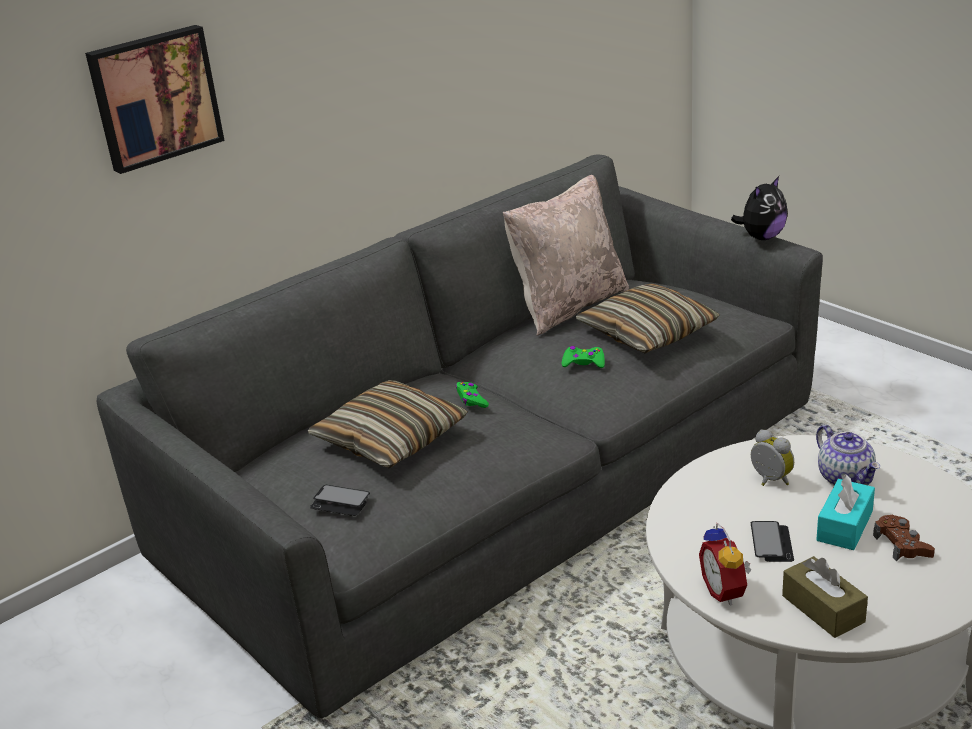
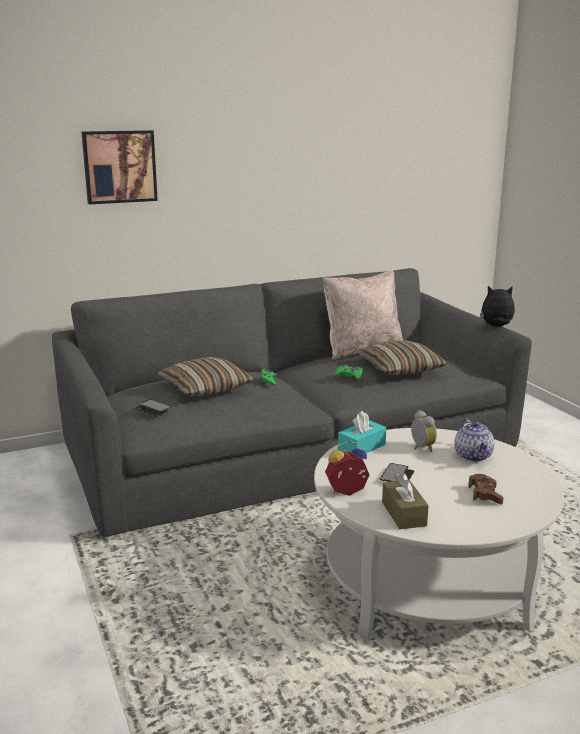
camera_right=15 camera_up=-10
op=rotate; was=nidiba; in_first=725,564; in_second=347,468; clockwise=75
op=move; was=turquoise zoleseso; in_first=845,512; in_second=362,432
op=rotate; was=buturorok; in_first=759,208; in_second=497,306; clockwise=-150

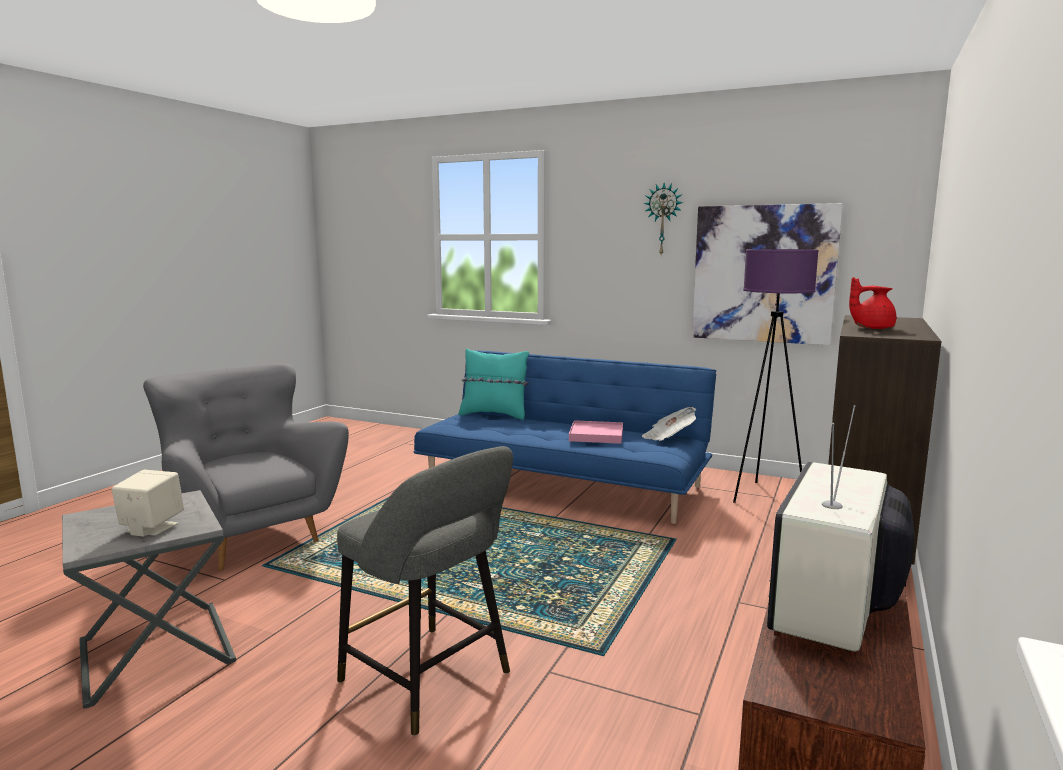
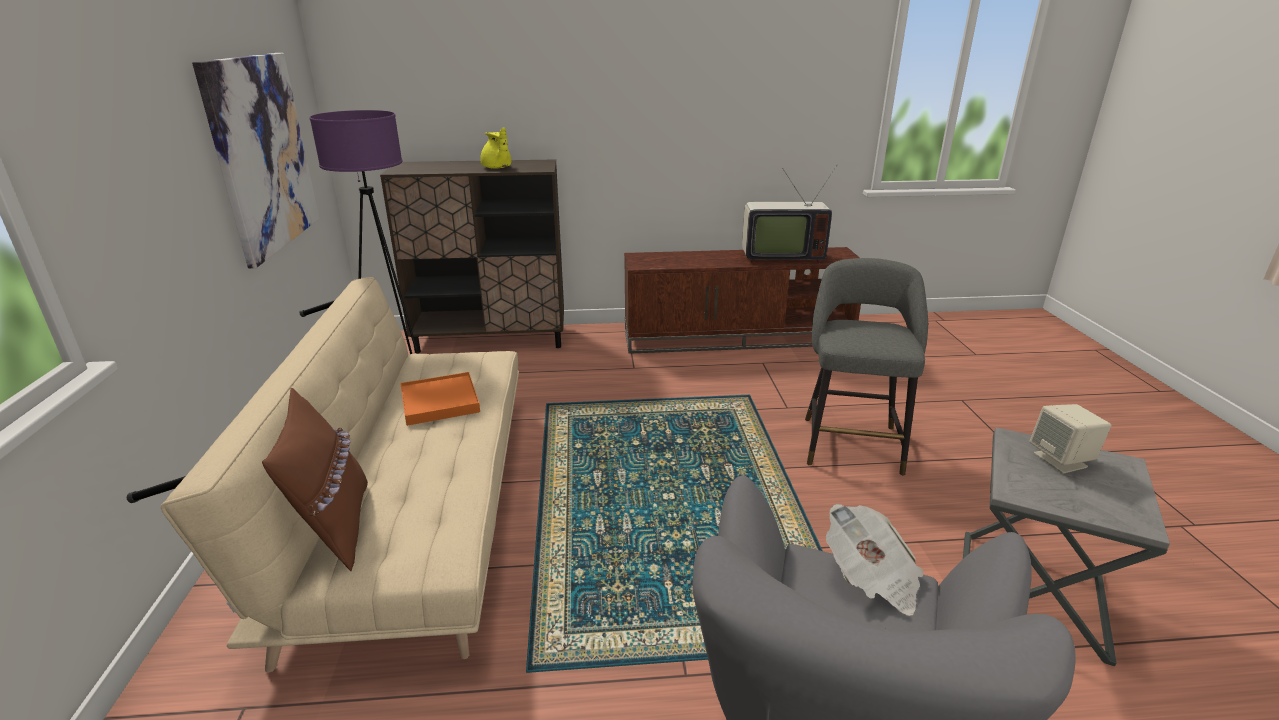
camera_right=-120 camera_up=15
op=recolor; was=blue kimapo; now=beige kimapo; in_first=565,437; in_second=323,475
op=recolor; was=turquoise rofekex; now=brown rofekex; in_first=493,384; in_second=315,479
op=recolor; was=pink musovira; now=orange musovira; in_first=596,432; in_second=440,399
op=recolor; was=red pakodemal; now=yellow pakodemal; in_first=872,303; in_second=495,148
op=move; was=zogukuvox; in_first=669,424; in_second=875,560
op=delete; was=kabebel; in_first=663,219

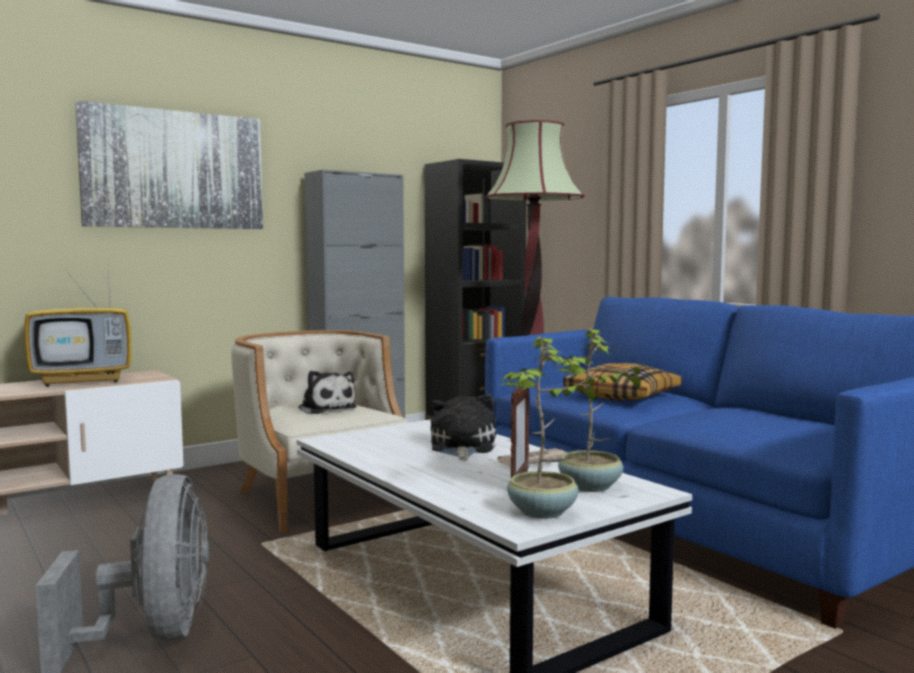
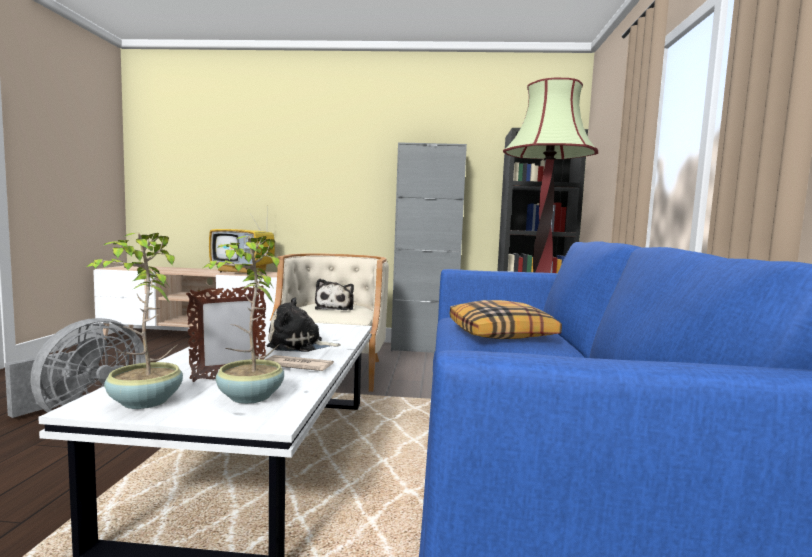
camera_right=40 camera_up=0
op=rotate; was=buturorok; in_first=463,427; in_second=304,325; clockwise=-135
op=delete; was=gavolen; in_first=169,165

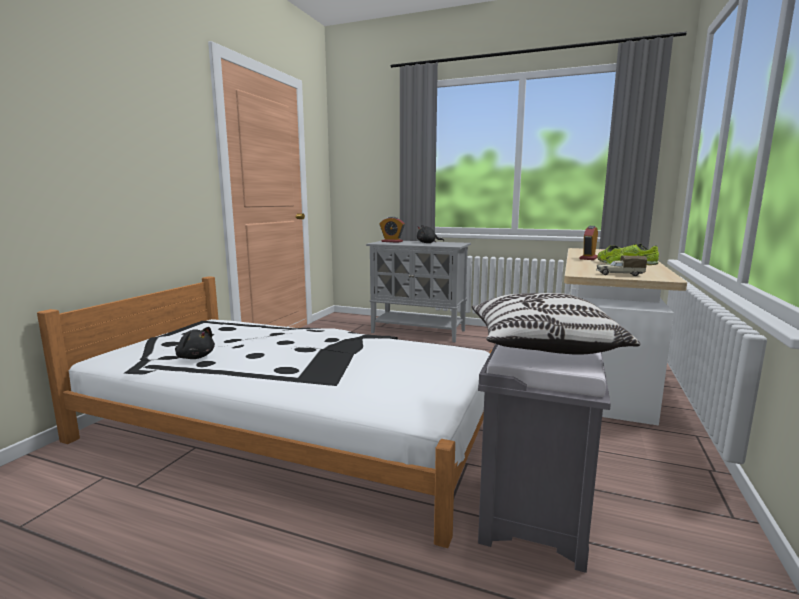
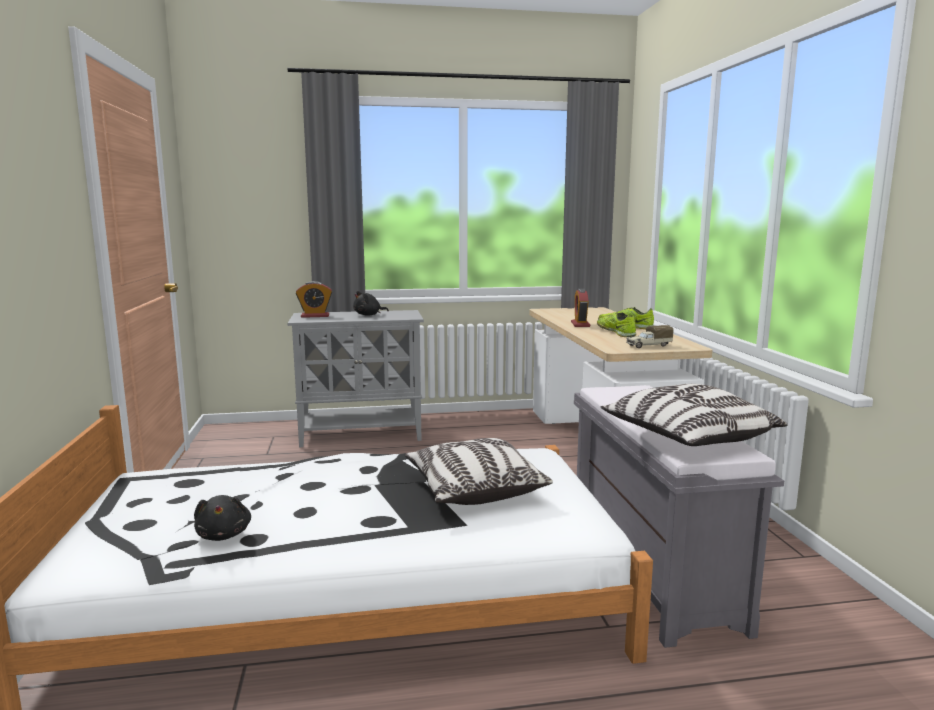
camera_right=-30 camera_up=0
op=rotate; was=black buturorok; in_first=195,343; in_second=222,518; clockwise=75
op=insert; now=rofekex; in_second=479,471

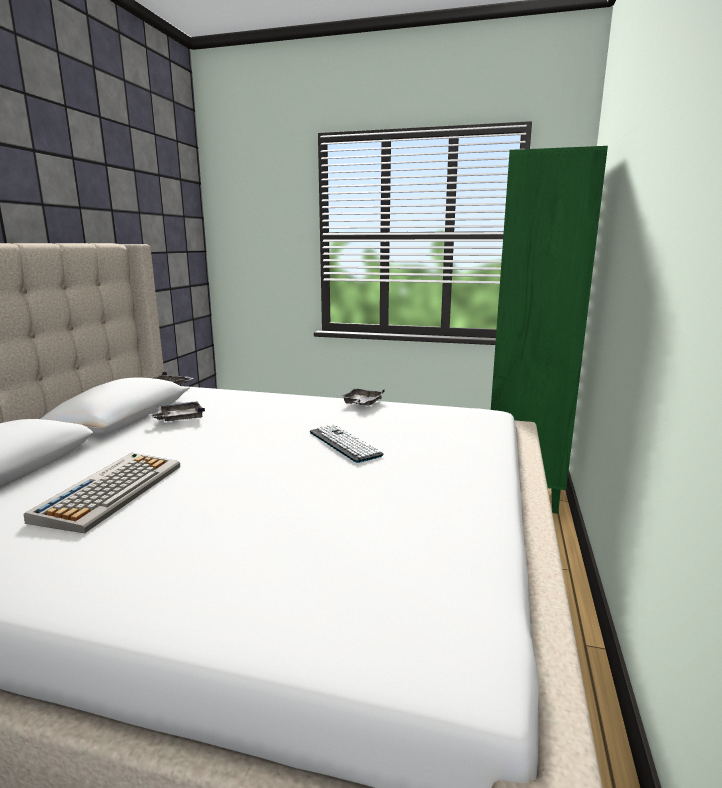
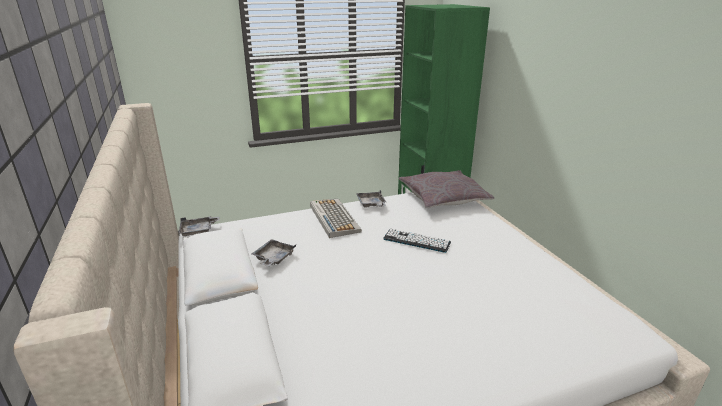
camera_right=-35 camera_up=10
op=move; was=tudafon; in_first=102,493; in_second=336,218
op=insert; now=grey rofekex; in_second=446,189

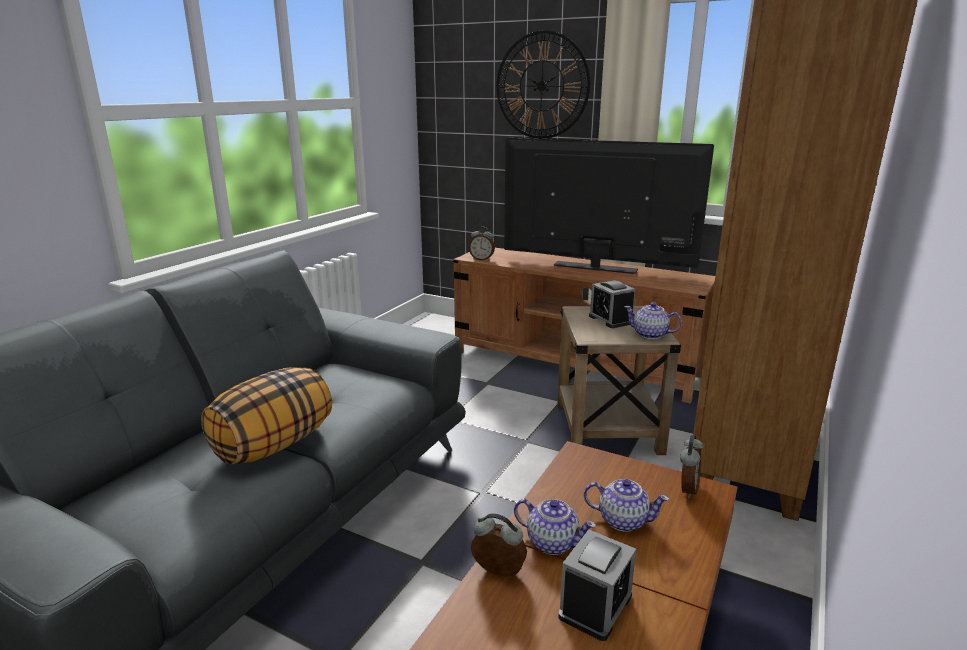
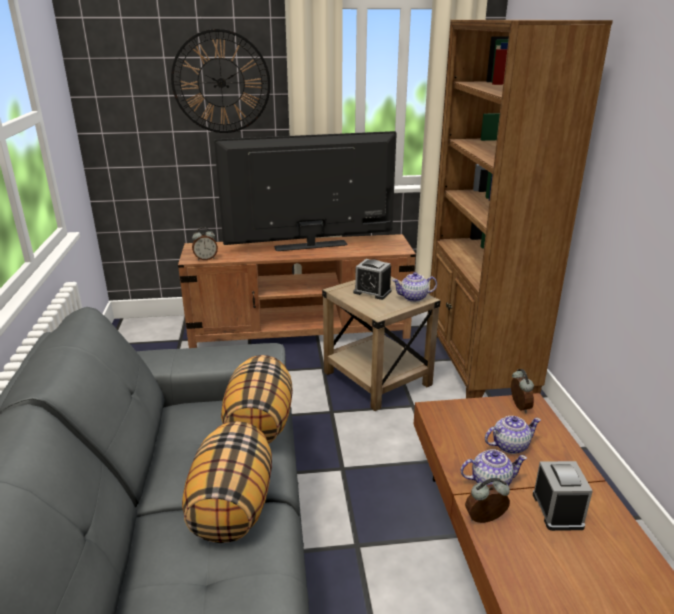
camera_right=-35 camera_up=5
op=insert; now=rofekex; in_second=257,399

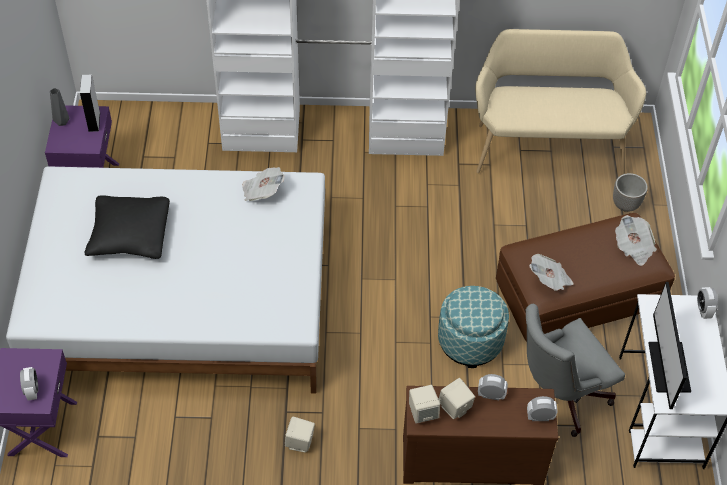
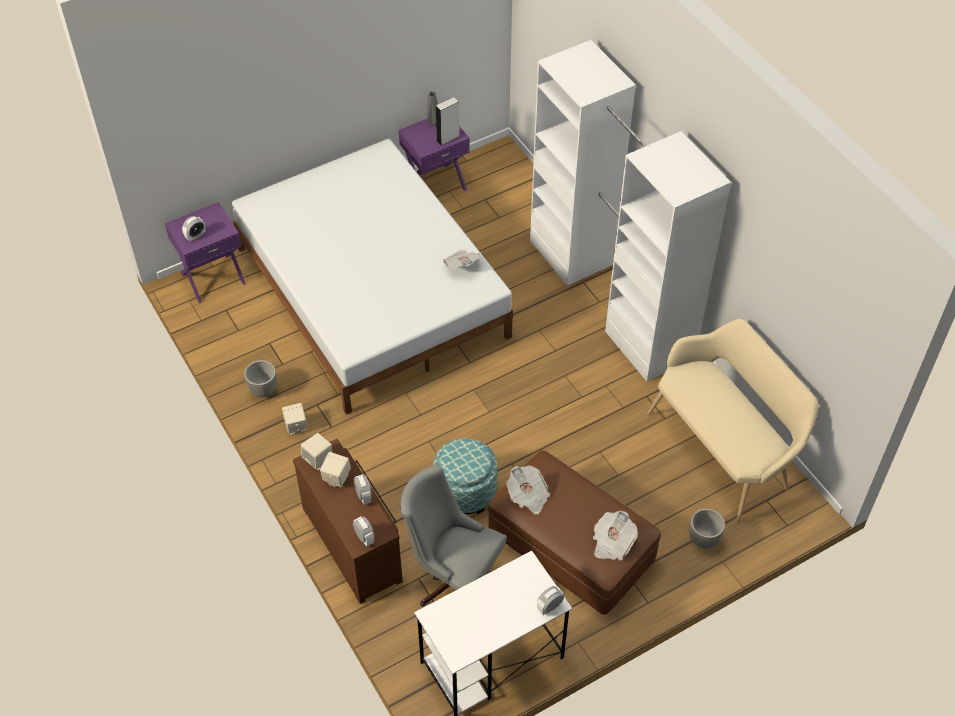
camera_right=60 camera_up=0
op=insert; now=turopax; in_second=260,378
op=delete; was=black rofekex; in_first=127,227
op=delete; was=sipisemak; in_first=669,345

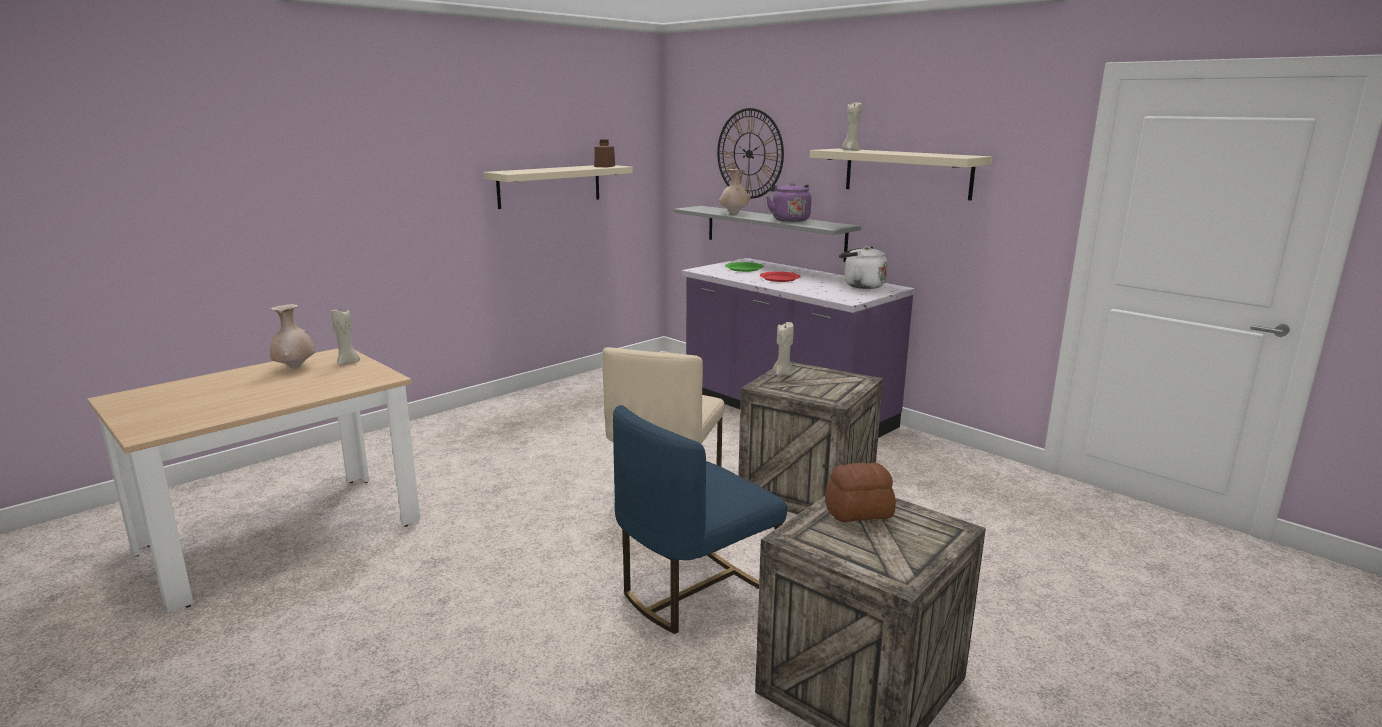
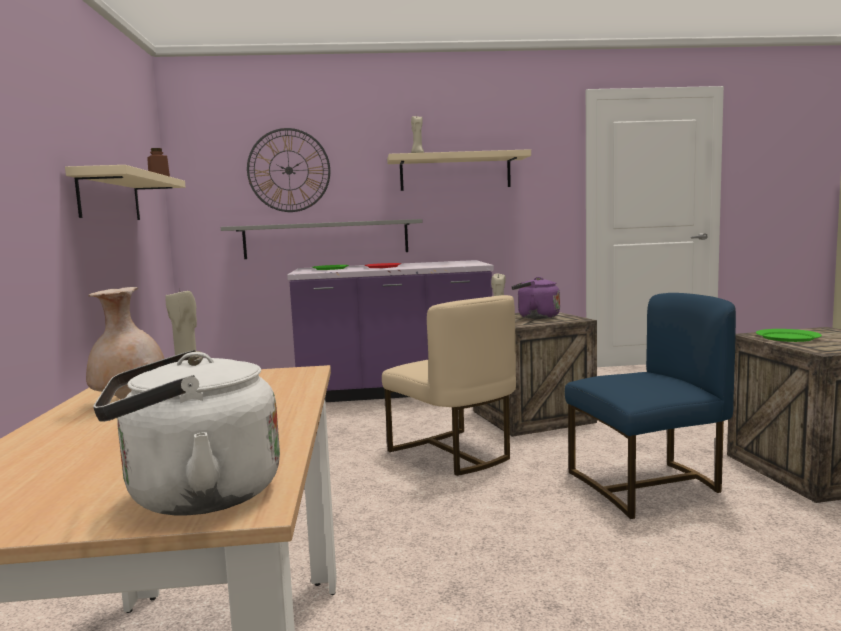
camera_right=-50 camera_up=-10
op=move; was=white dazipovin; in_first=863,267; in_second=186,433
op=move; was=purple dazipovin; in_first=788,202; in_second=536,298
op=rotate; was=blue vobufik; in_first=700,519; in_second=650,406; clockwise=-105
op=replace; was=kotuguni; now=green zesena; in_first=860,492; in_second=789,335
op=delete; was=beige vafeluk; in_first=735,191

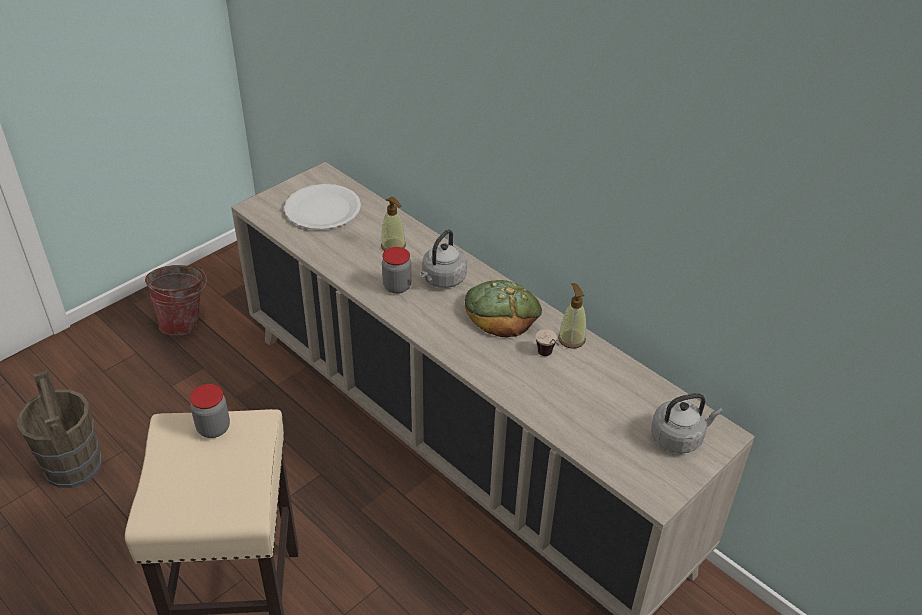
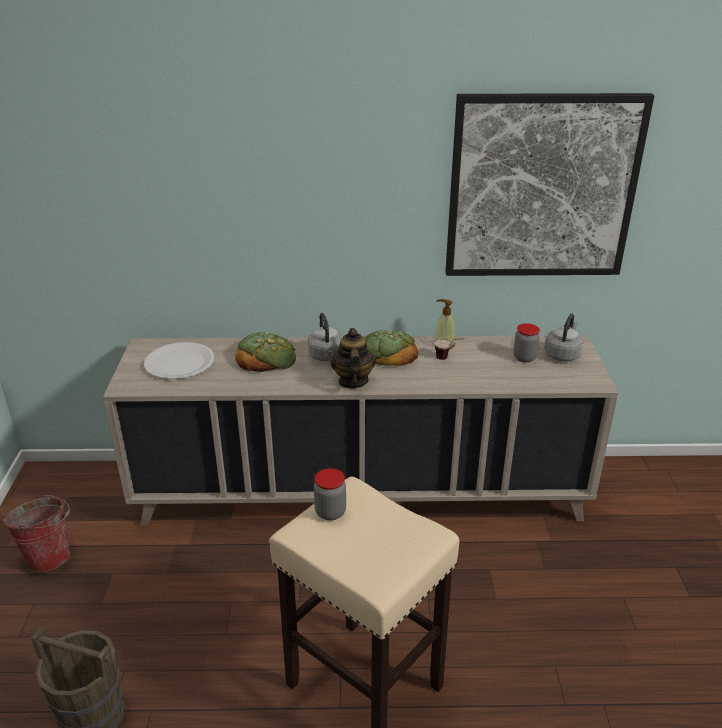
camera_right=-45 camera_up=-10
op=replace; was=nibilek; now=kotuguni; in_first=393,224; in_second=265,352
op=insert; now=pakodemal; in_second=353,358
op=insert; now=gavolen; in_second=549,184
op=move; was=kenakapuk; in_first=397,270; in_second=526,342

